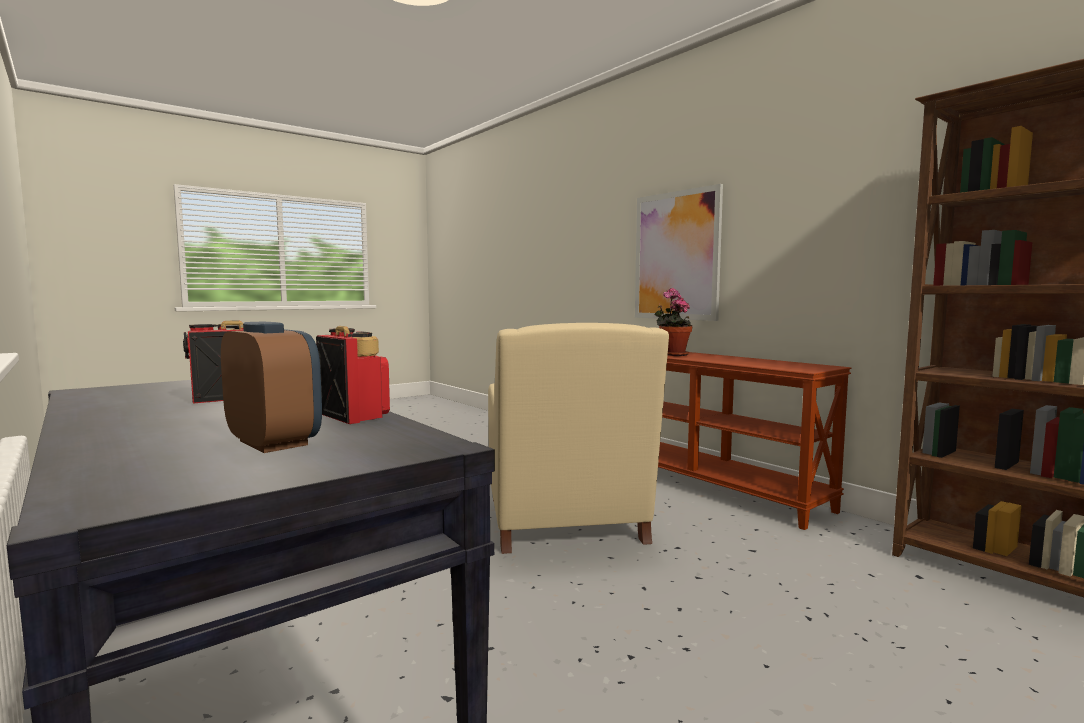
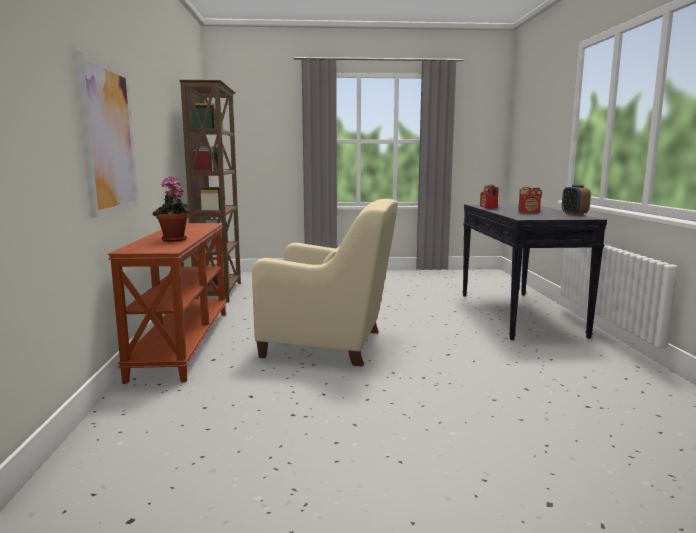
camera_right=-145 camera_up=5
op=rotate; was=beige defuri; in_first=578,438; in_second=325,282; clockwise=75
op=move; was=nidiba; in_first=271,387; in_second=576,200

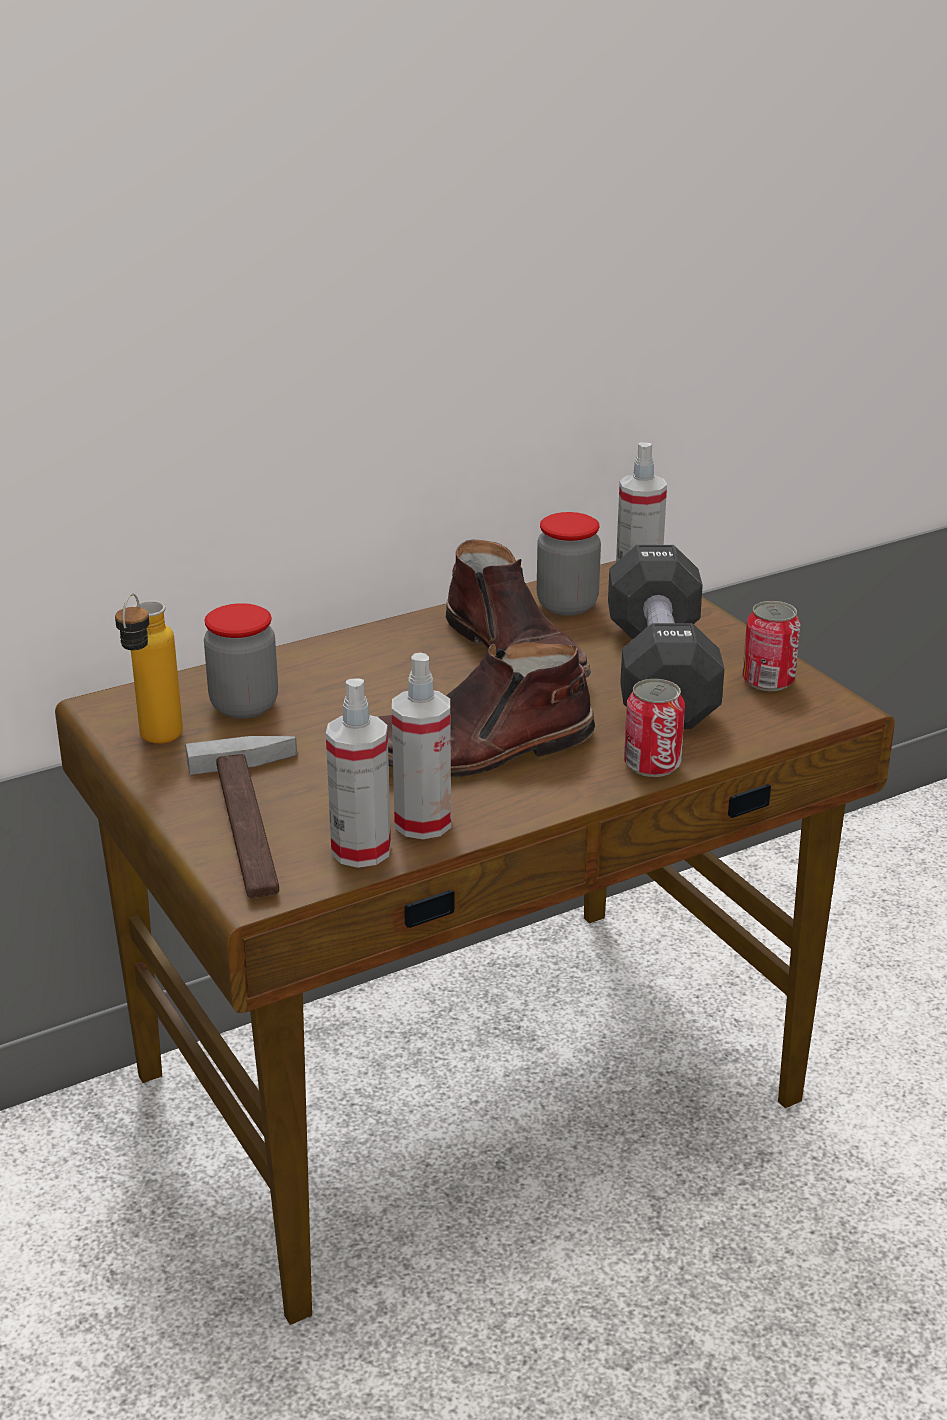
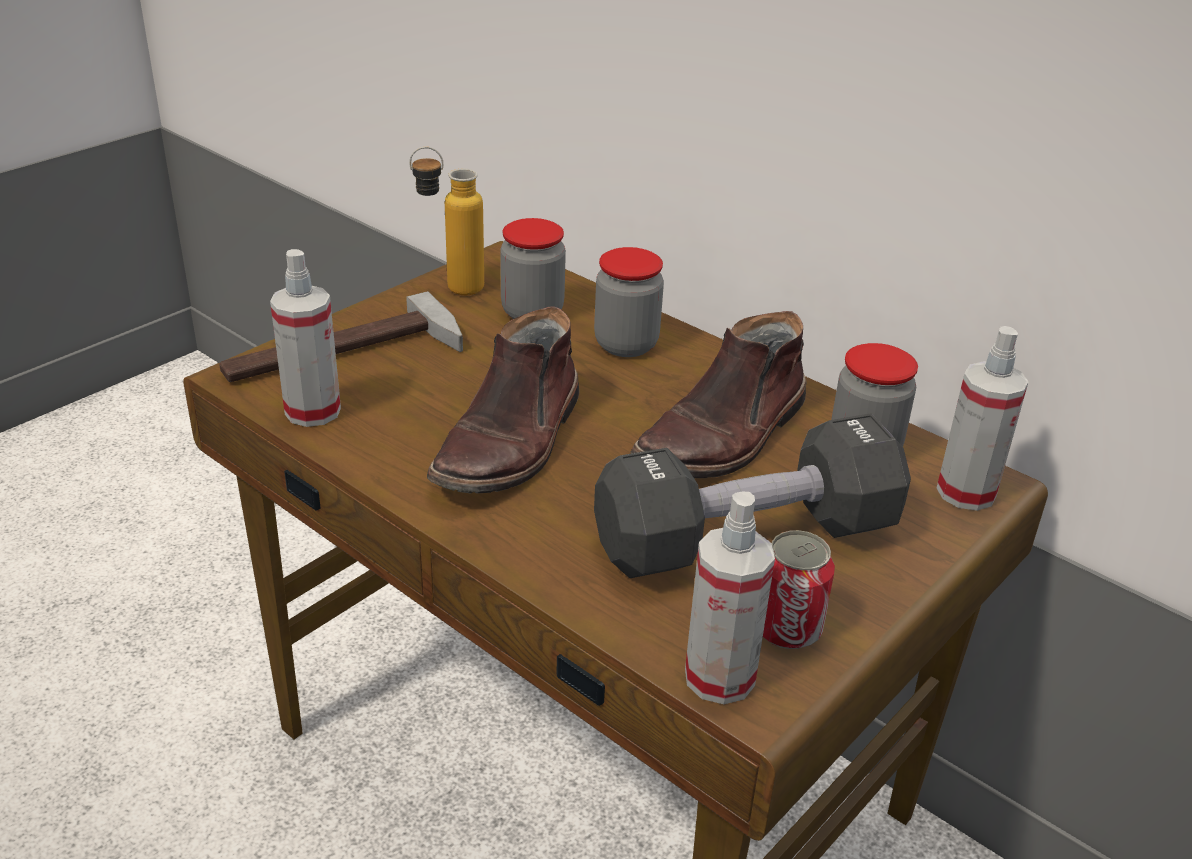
camera_right=70 camera_up=5
op=rotate; was=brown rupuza; in_first=486,709; in_second=503,400; clockwise=-120
op=insert; now=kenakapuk; in_second=629,302
op=move; was=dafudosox; in_first=421,746; in_second=730,598
op=delete; was=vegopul; in_first=654,728

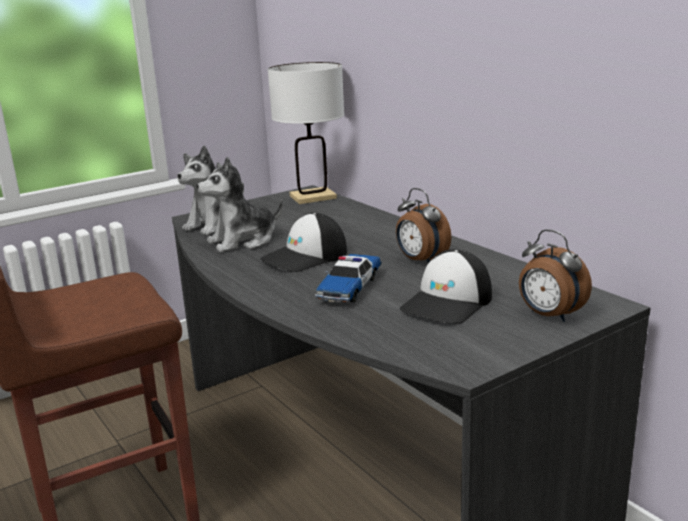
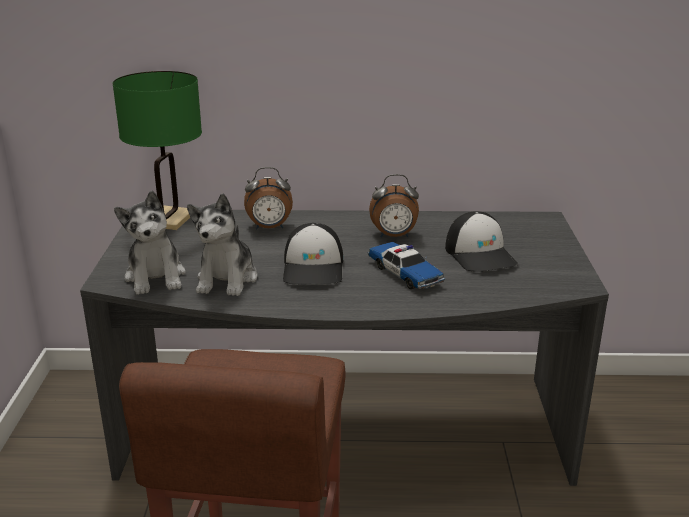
camera_right=-55 camera_up=5
op=recolor; was=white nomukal; now=green nomukal; in_first=306,133; in_second=157,150
op=move; was=nidiba; in_first=555,275; in_second=268,198

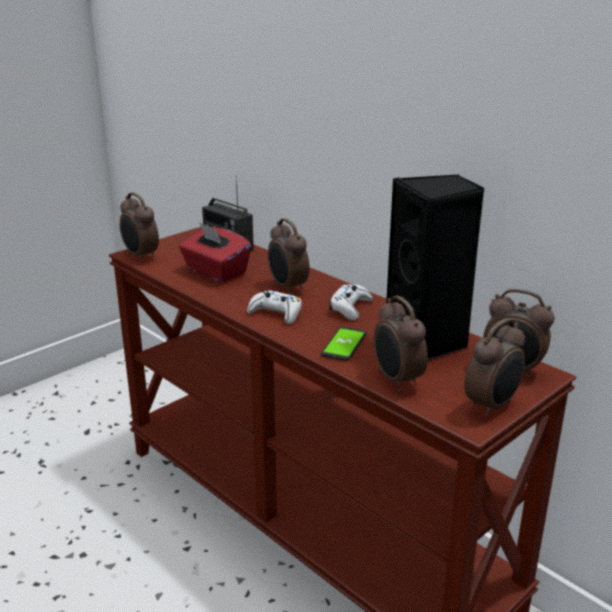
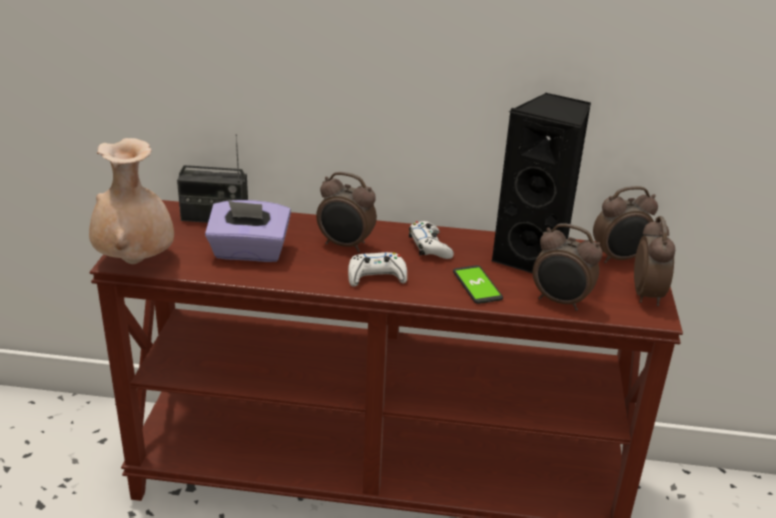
camera_right=-40 camera_up=5
op=replace; was=nidiba; now=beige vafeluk; in_first=139,227; in_second=131,201
op=recolor; was=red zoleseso; now=purple zoleseso; in_first=215,252; in_second=248,231

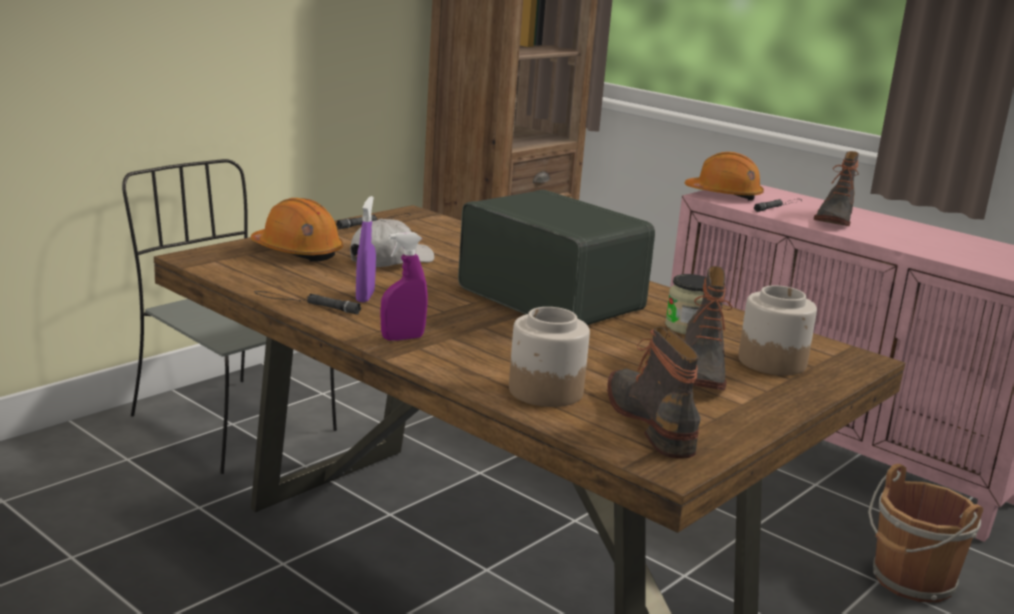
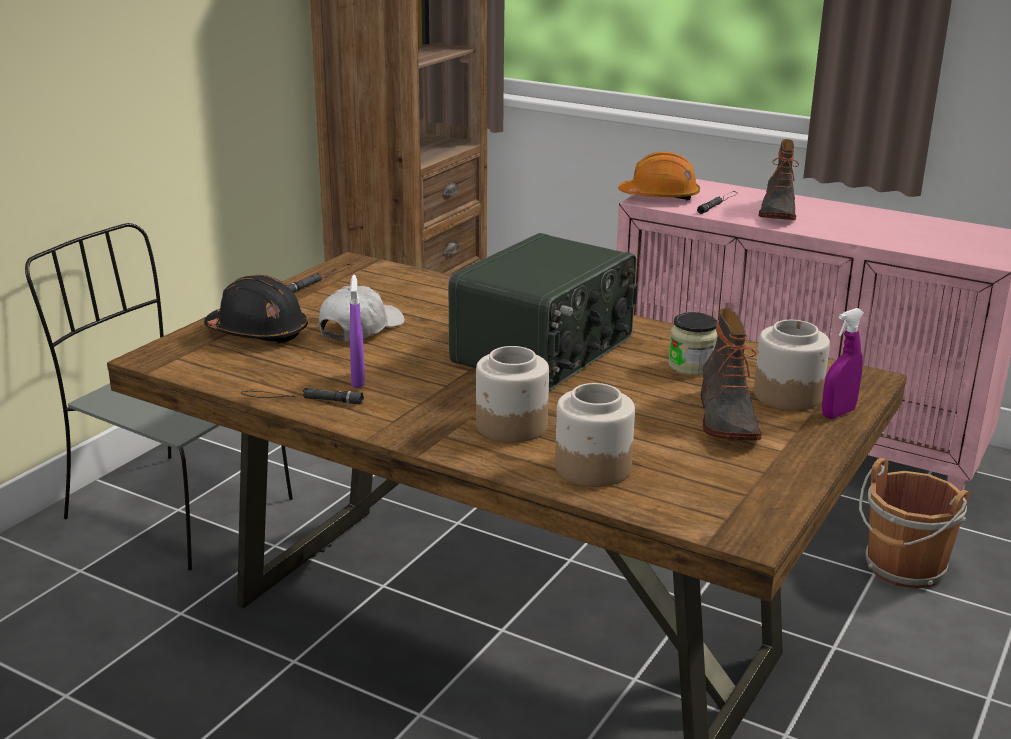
camera_right=-10 camera_up=5
op=recolor; was=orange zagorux; now=black zagorux; in_first=297,230; in_second=256,309
op=rotate; was=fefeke; in_first=556,257; in_second=543,312; clockwise=90
op=insert; now=kenakapuk; in_second=512,394
op=move; was=purple dafudosox; in_first=403,286; in_second=843,363
op=delete; was=rupuza; in_first=654,392

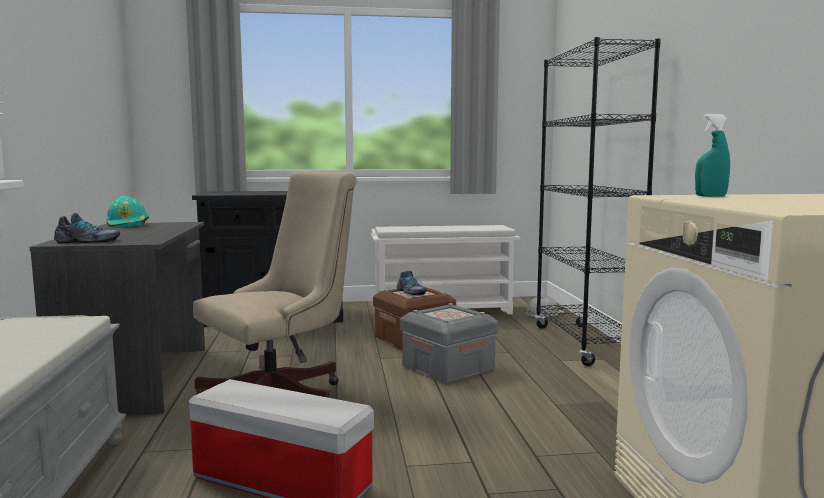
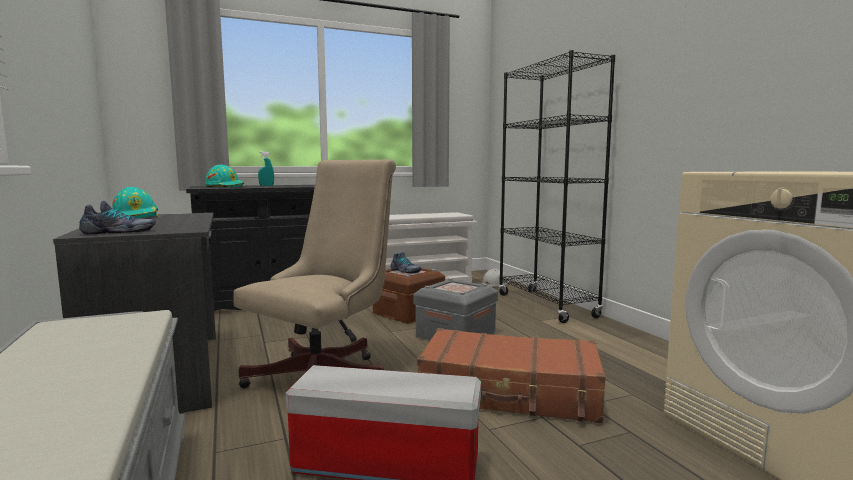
camera_right=-15 camera_up=0
op=insert; now=turquoise zagorux; in_second=225,176
op=move; was=turquoise dafudosox; in_first=712,155; in_second=266,168
op=insert; now=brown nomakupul; in_second=511,376

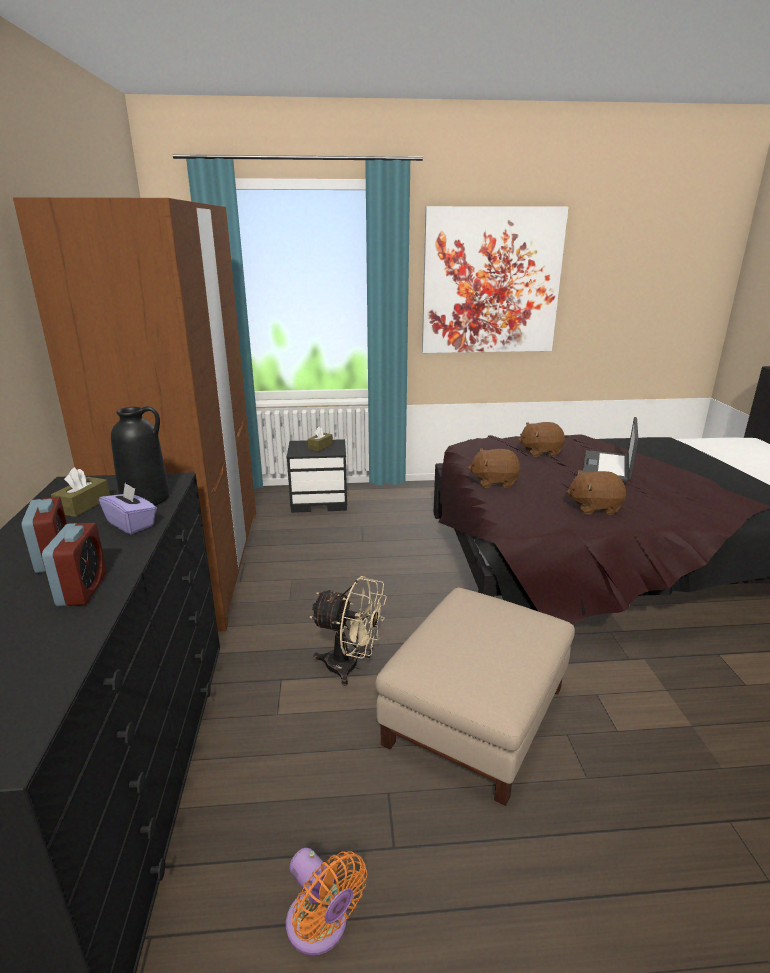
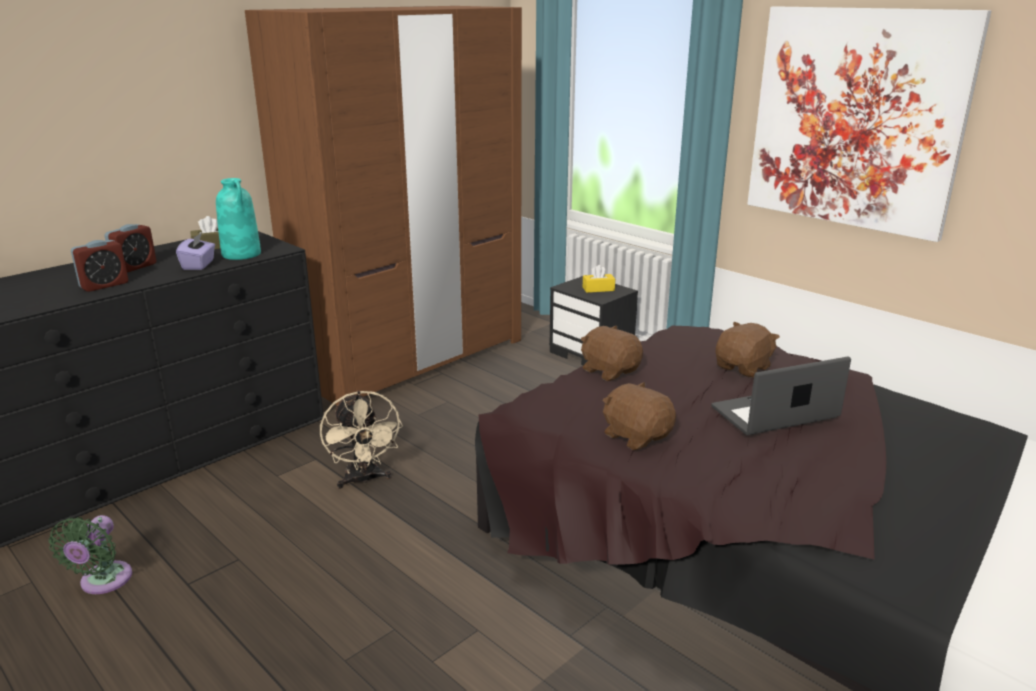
camera_right=50 camera_up=0
op=recolor; was=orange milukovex; now=green milukovex; in_first=326,901; in_second=90,554
op=recolor; was=black vafeluk; now=turquoise vafeluk; in_first=140,455; in_second=238,219
op=recolor; was=brown zoleseso; now=yellow zoleseso; in_first=320,439; in_second=599,279
op=rotate; was=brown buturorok; in_first=541,439; in_second=748,350; clockwise=90
op=delete; was=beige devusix; in_first=475,697

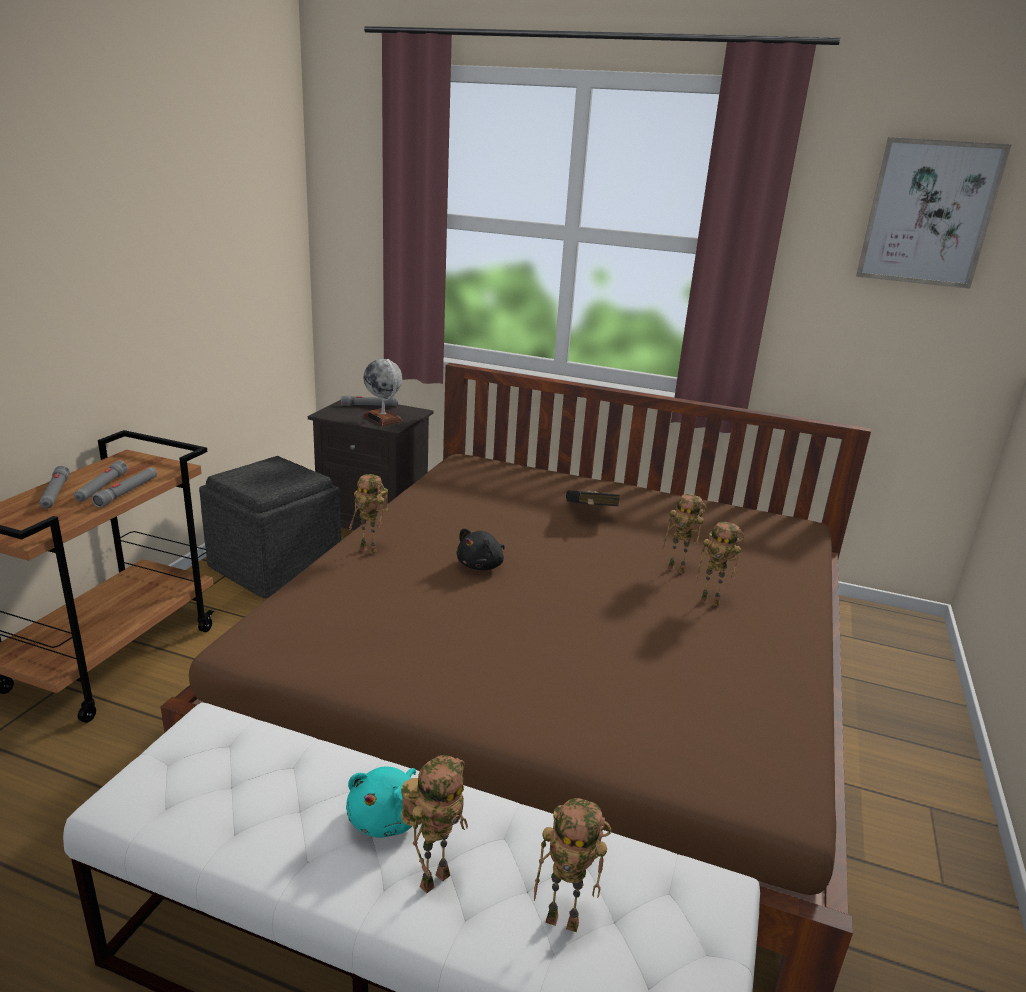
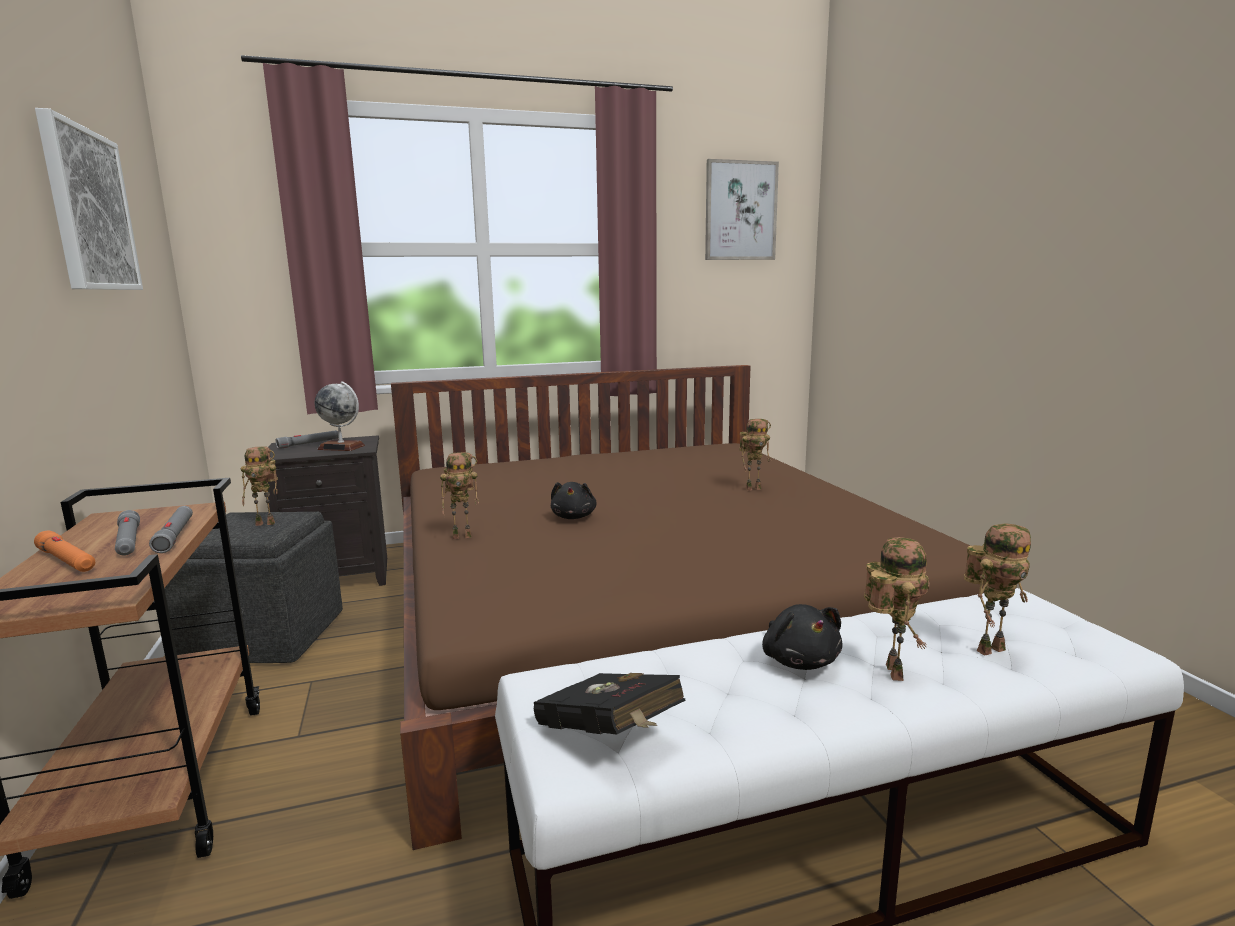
camera_right=-35 camera_up=-10
op=recolor; was=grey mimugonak; now=orange mimugonak; in_first=54,487; in_second=64,551
op=insert; now=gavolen; in_second=89,199
op=move; was=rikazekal; in_first=684,534; in_second=259,486
op=move; was=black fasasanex; in_first=593,498; in_second=610,704
op=recolor; was=turquoise buturorok; now=black buturorok; in_first=381,802; in_second=802,637

